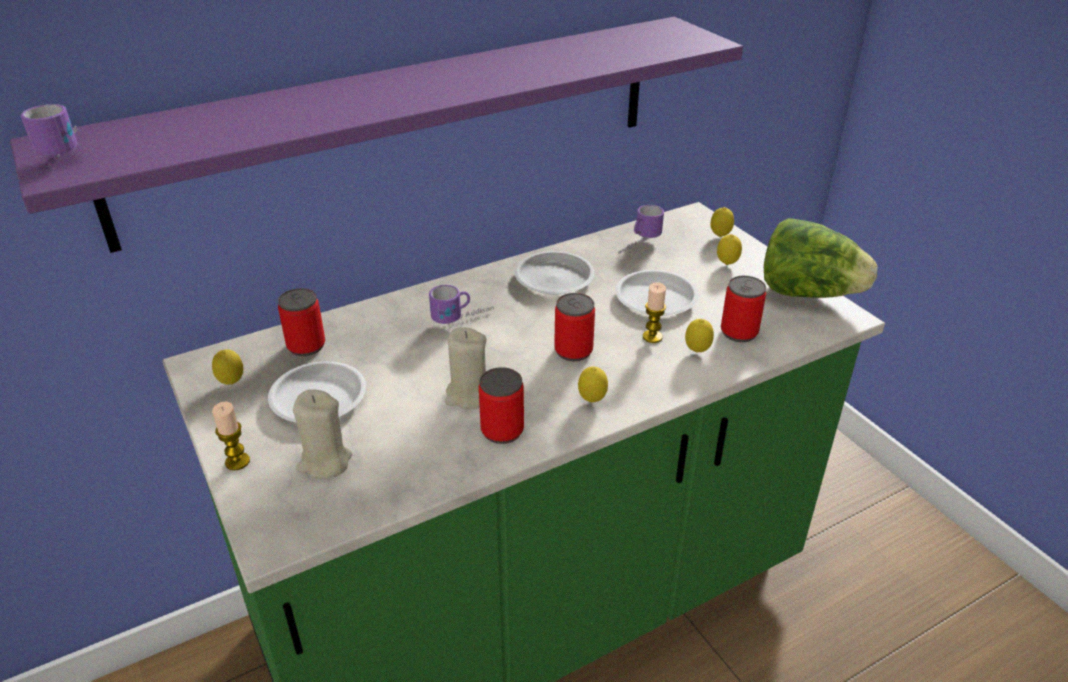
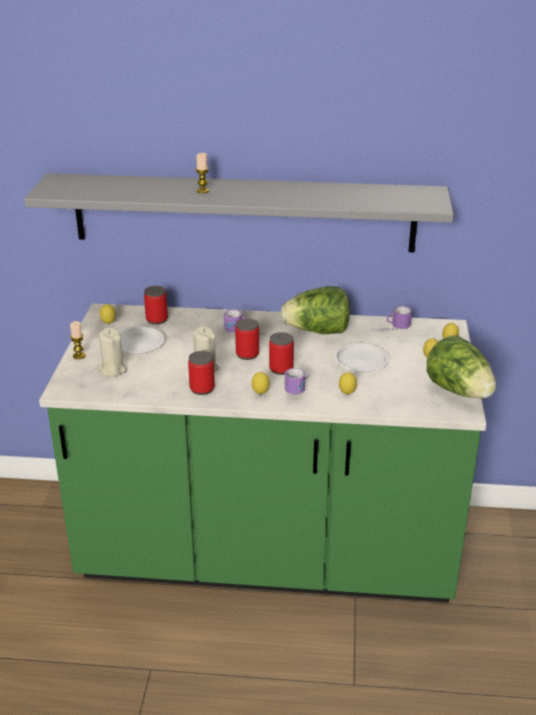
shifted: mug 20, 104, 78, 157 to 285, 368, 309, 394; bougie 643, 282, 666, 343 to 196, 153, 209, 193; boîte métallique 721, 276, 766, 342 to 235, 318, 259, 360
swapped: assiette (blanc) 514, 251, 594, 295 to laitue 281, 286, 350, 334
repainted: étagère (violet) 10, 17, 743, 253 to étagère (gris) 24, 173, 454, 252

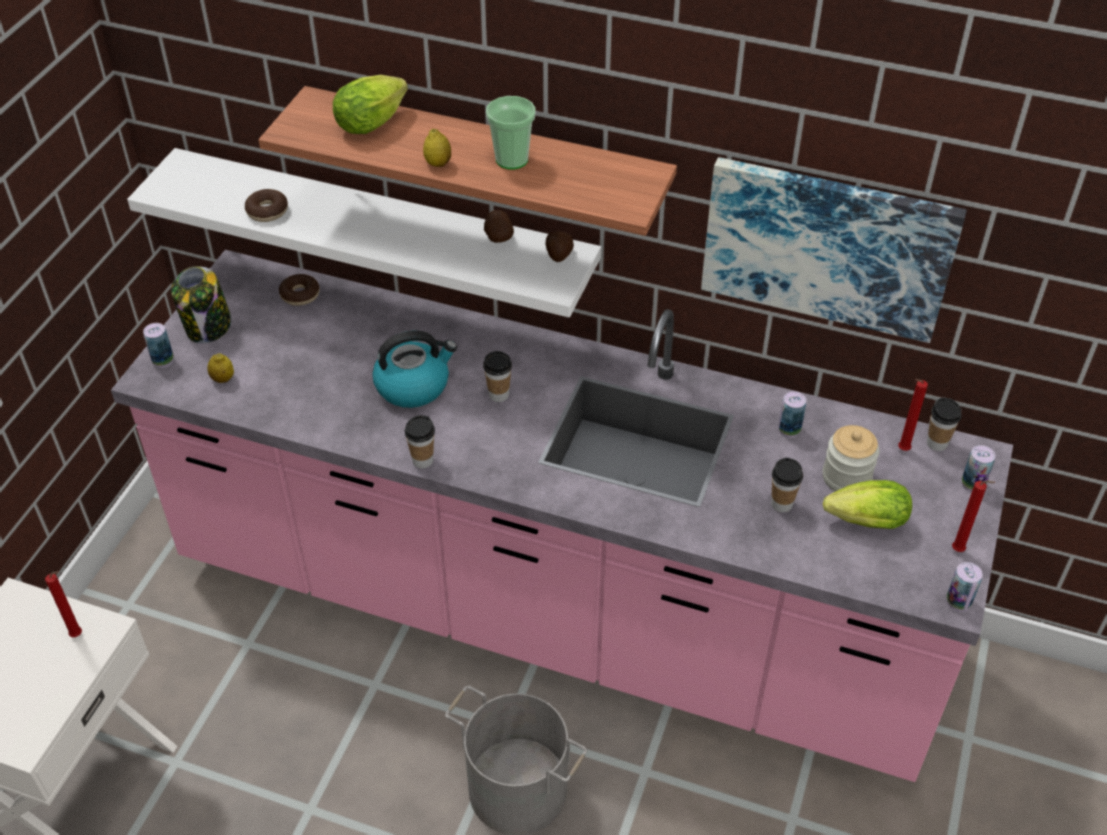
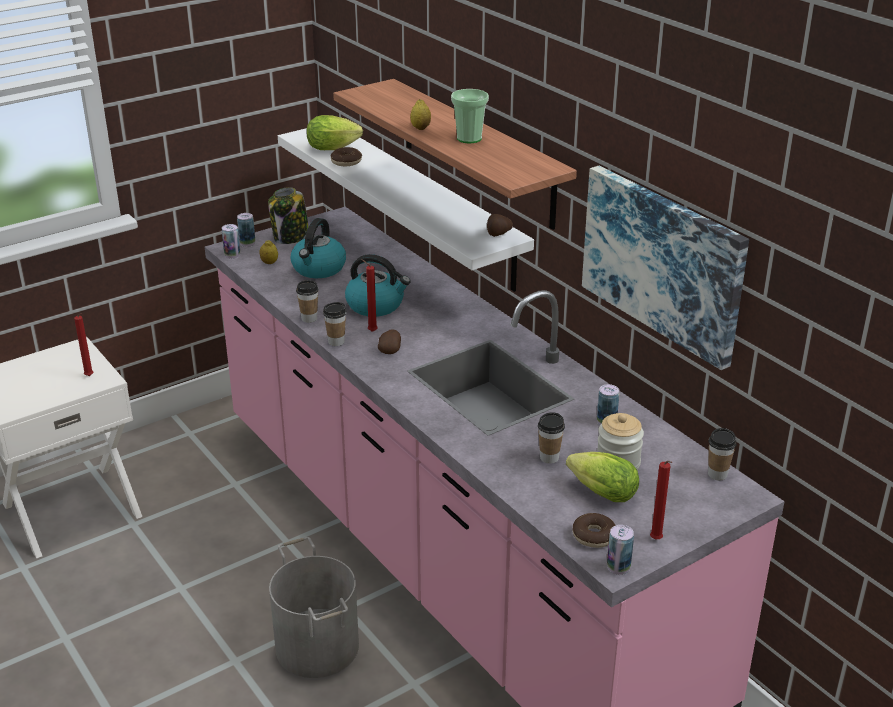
new: bouilloire 291, 218, 346, 278
shifted: beignet 279, 274, 320, 306 to 572, 513, 616, 548; laitue 333, 75, 408, 134 to 306, 115, 363, 150; tasse 483, 351, 512, 402 to 296, 280, 319, 323; pomme de terre 484, 210, 514, 243 to 378, 329, 401, 354; bougie (rouge) 898, 379, 928, 451 to 361, 259, 378, 332; boîte métallique 962, 445, 995, 493 to 222, 224, 240, 259

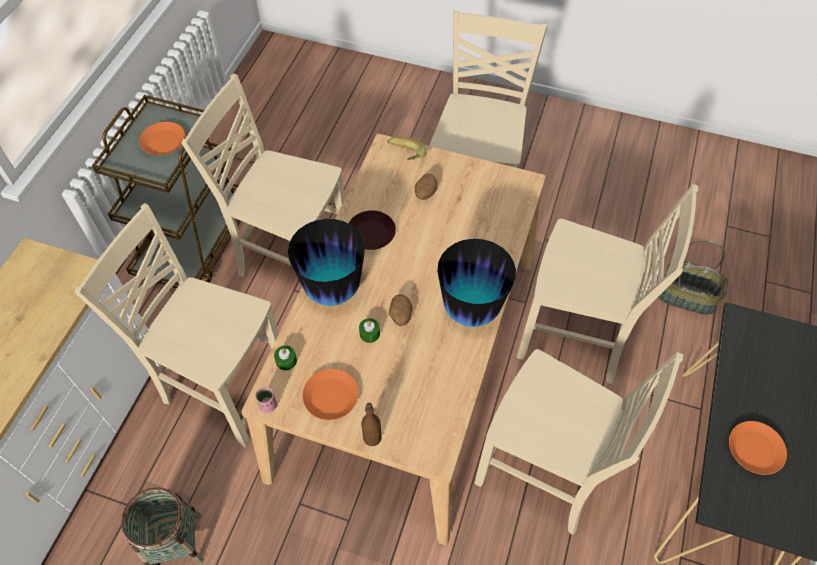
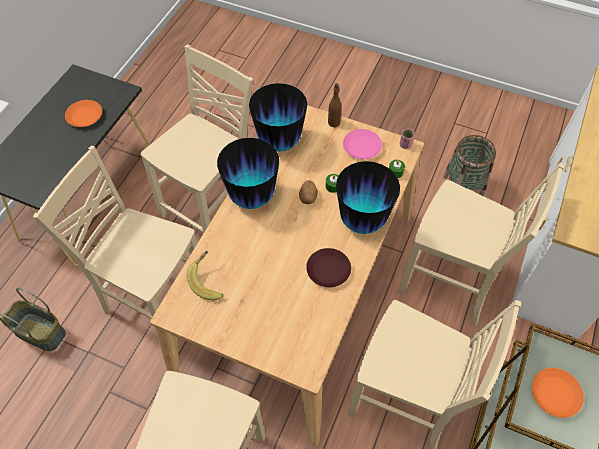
gone: pomme de terre 415, 173, 438, 200
new: vase 249, 83, 307, 152
shifted: banane 388, 137, 427, 160 to 187, 251, 223, 300
repainted: assiette (orange) 302, 369, 359, 420 to assiette (rose) 343, 129, 382, 159
rotated: chaise (beige) 475, 349, 683, 535 = 140, 45, 253, 234 90 degrees clockwise

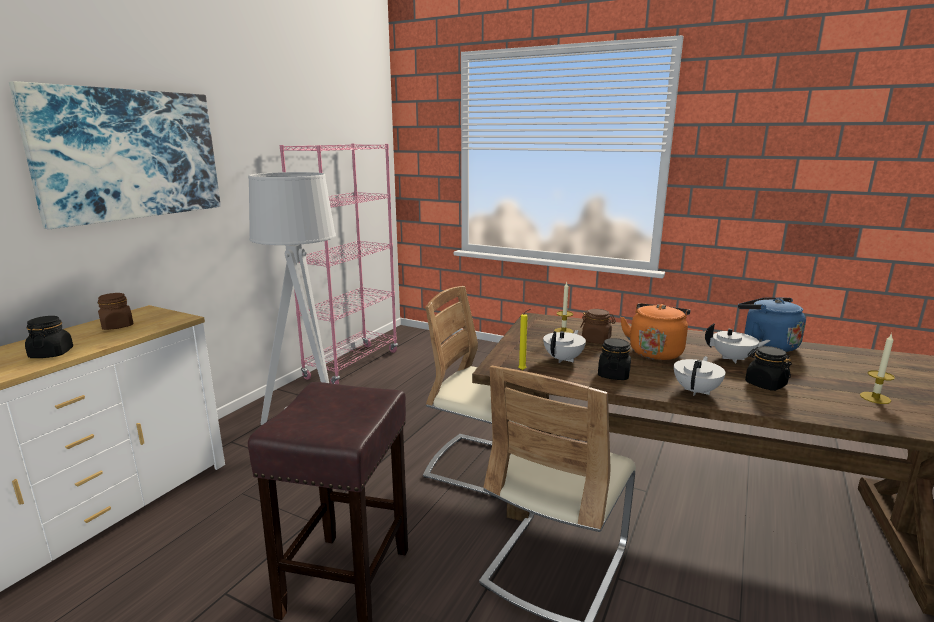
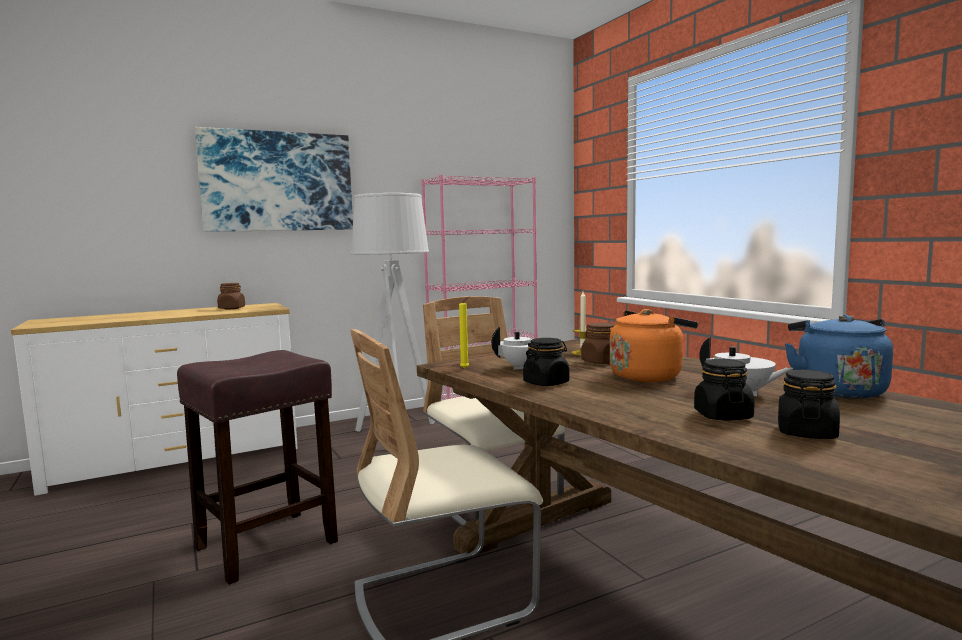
gone: théière (blanc) 674, 356, 726, 396; bougie 860, 333, 895, 404
shifted: bocal (noir) 25, 316, 73, 358 to 778, 370, 840, 439

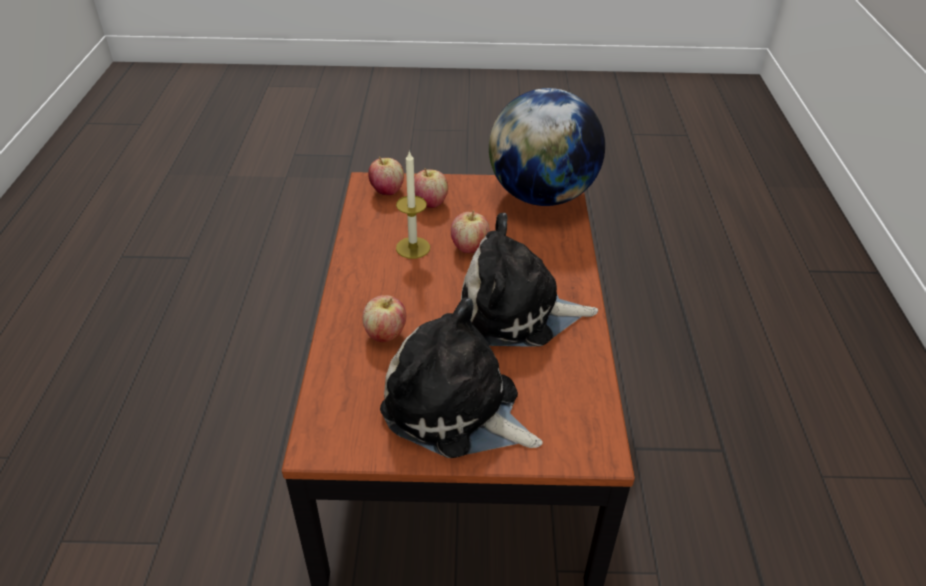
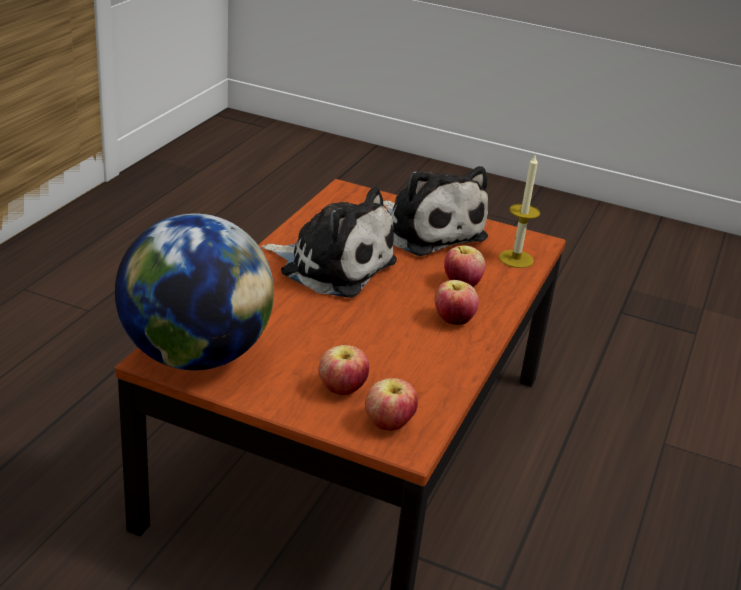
shifted: bougie 396, 151, 430, 259 to 499, 153, 540, 268; pomme 451, 210, 490, 253 to 434, 280, 479, 325

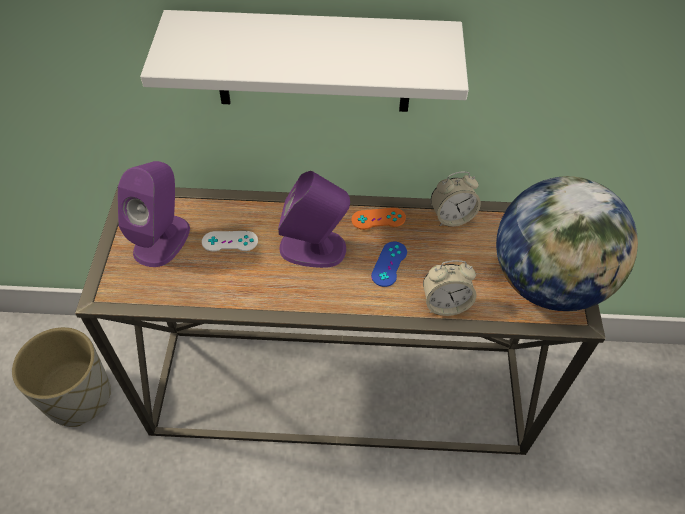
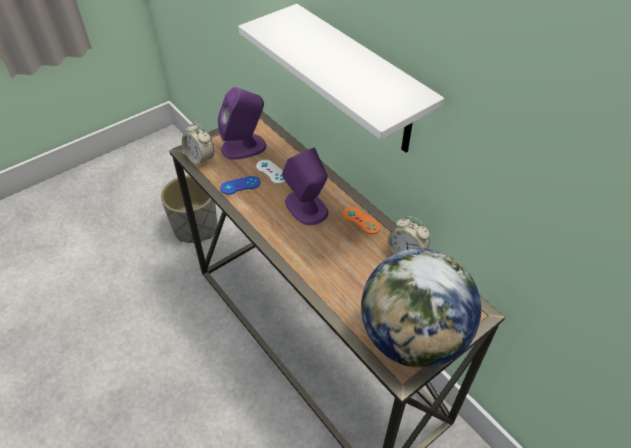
shifted: manette (bleu) 371, 242, 407, 287 to 220, 176, 261, 195; réveil 423, 260, 477, 316 to 182, 122, 214, 167

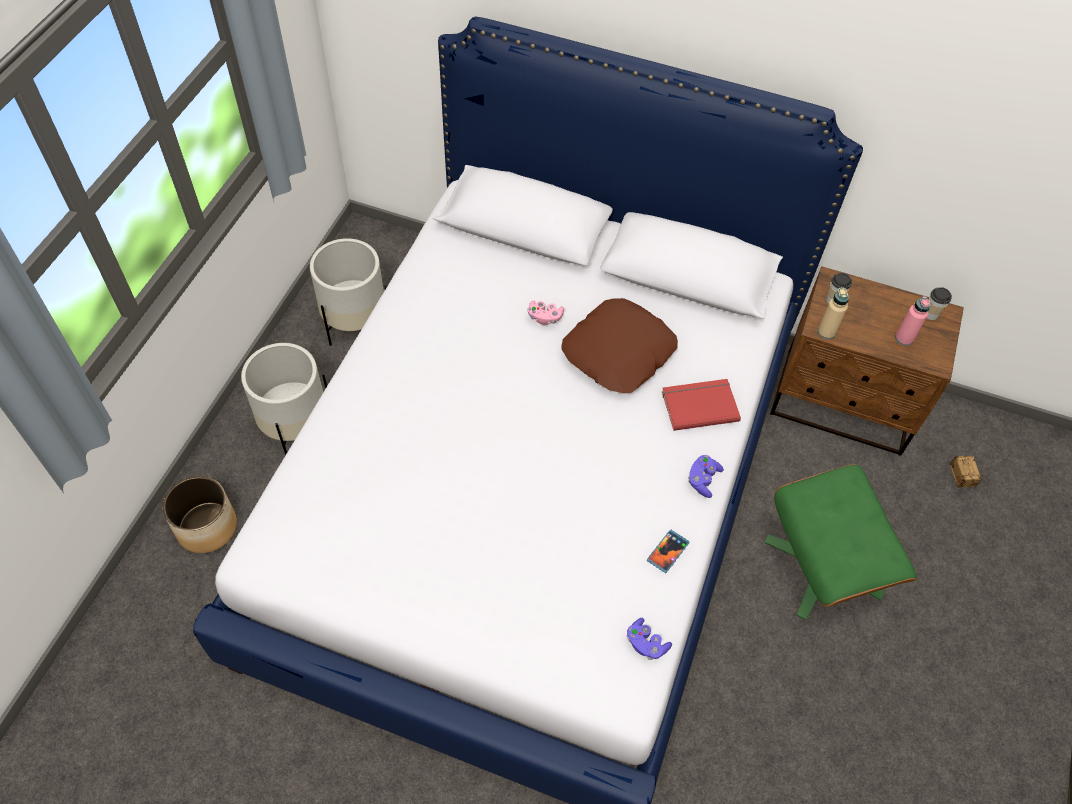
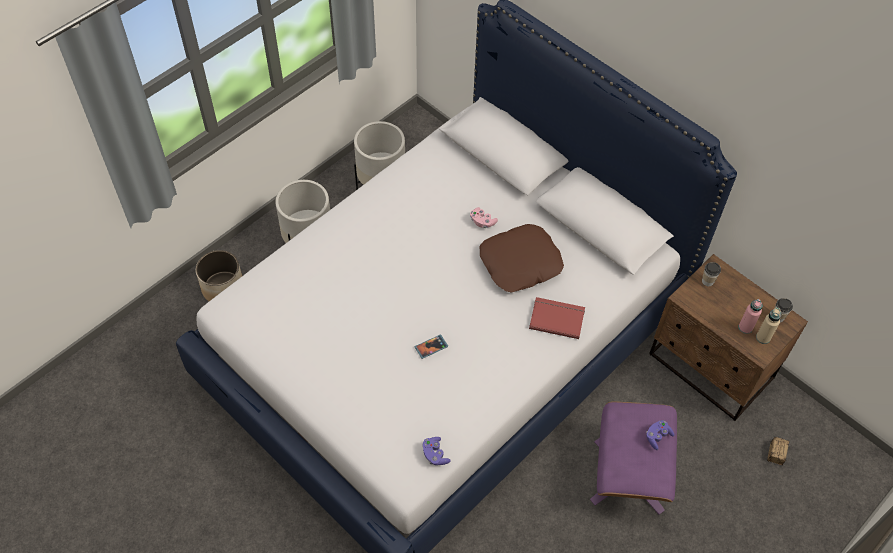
shifted: téléphone 647, 530, 689, 573 to 415, 335, 448, 359; manette (violet) 688, 455, 724, 498 to 646, 420, 674, 450; bouteille (beige) 818, 287, 849, 339 to 756, 307, 781, 344
repainted: pouf (vert) 765, 464, 917, 620 to pouf (violet) 590, 401, 677, 515

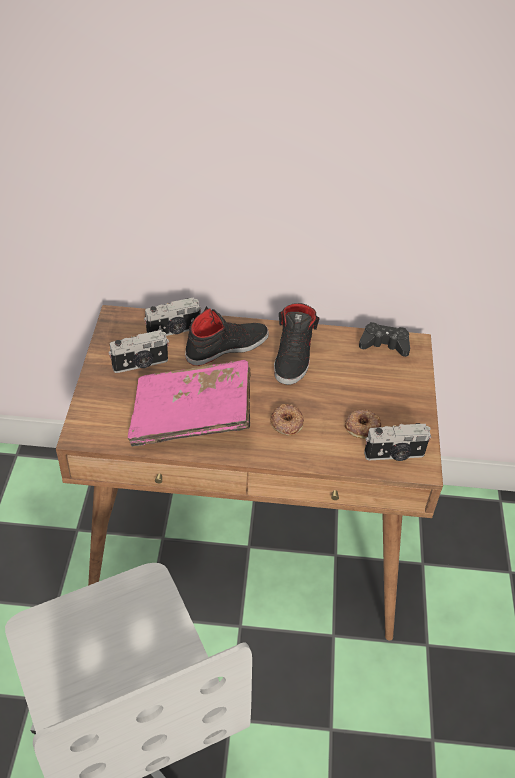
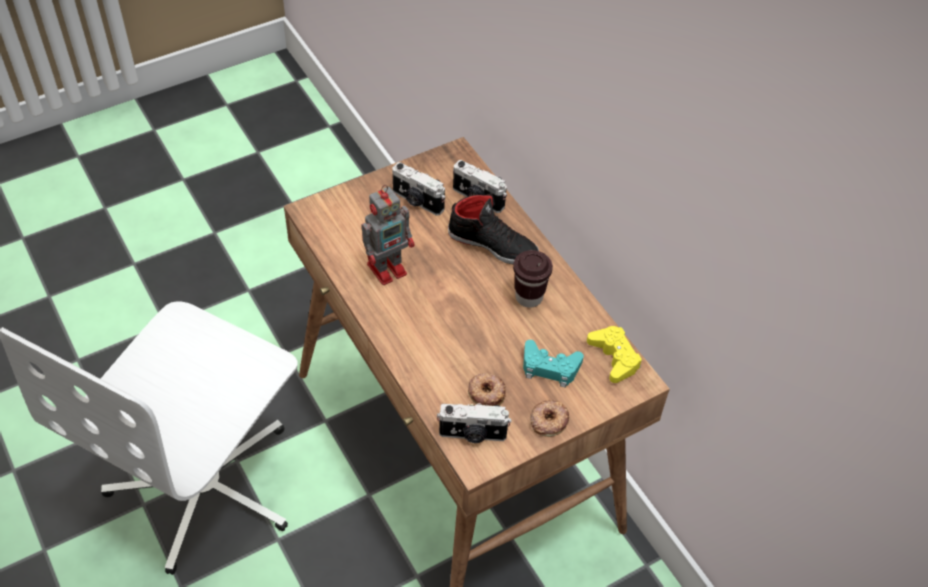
new: manette (turquoise) 523, 340, 584, 388
shifted: beignet 270, 404, 304, 436 to 530, 400, 569, 437
swapped: livre (rose) 128, 360, 251, 447 to robot jouet 361, 185, 414, 285; chaussure (noir) 274, 303, 320, 385 to tasse (marron) 513, 250, 553, 307
repainted: manette (noir) 359, 322, 410, 357 to manette (jaune) 587, 326, 642, 383
rotated: appareil photo 364, 423, 431, 461 = 437, 403, 511, 443 45 degrees counterclockwise

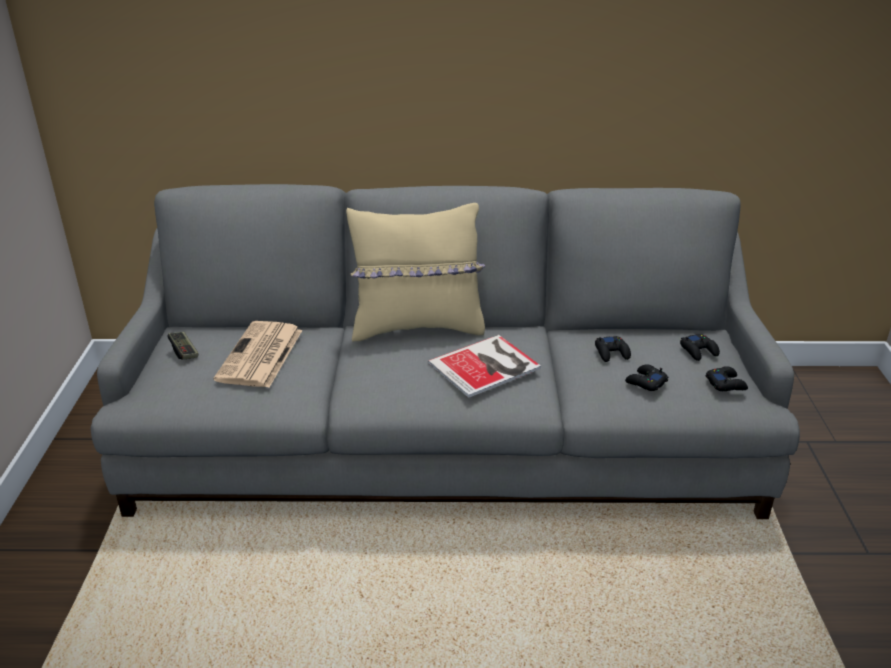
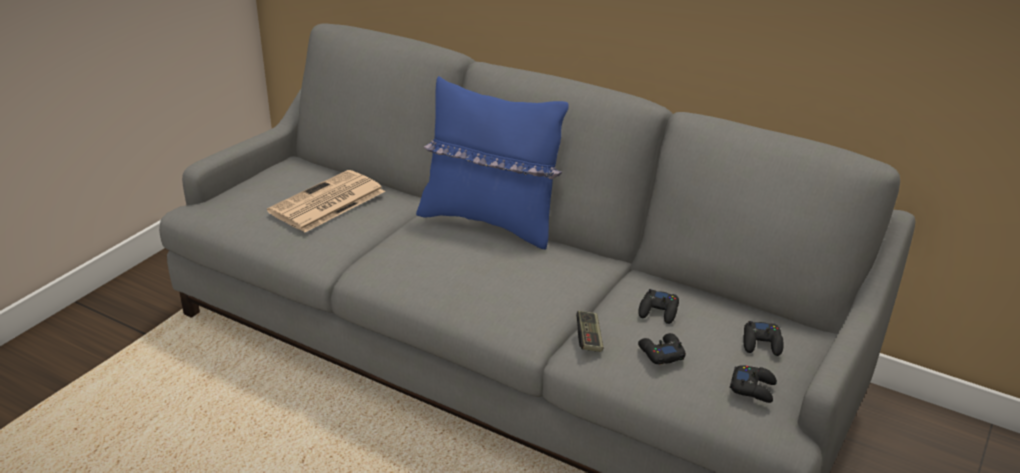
gone: livre 428, 335, 541, 398
shifted: manette 167, 332, 198, 359 to 576, 311, 603, 352
repainted: coussin (beige) 346, 203, 485, 342 to coussin (bleu) 416, 76, 569, 250

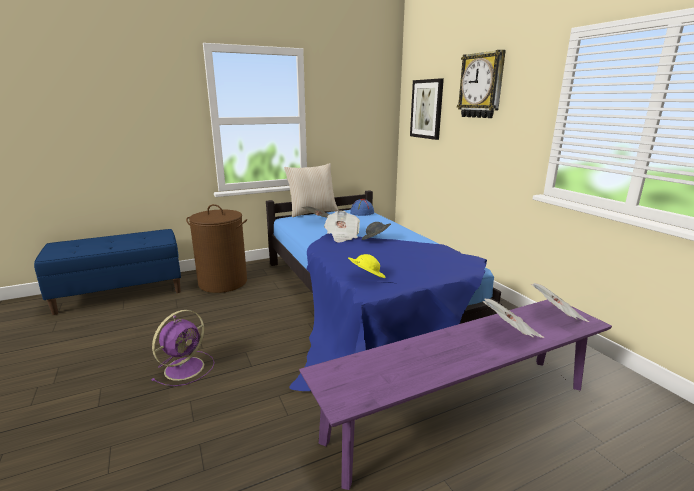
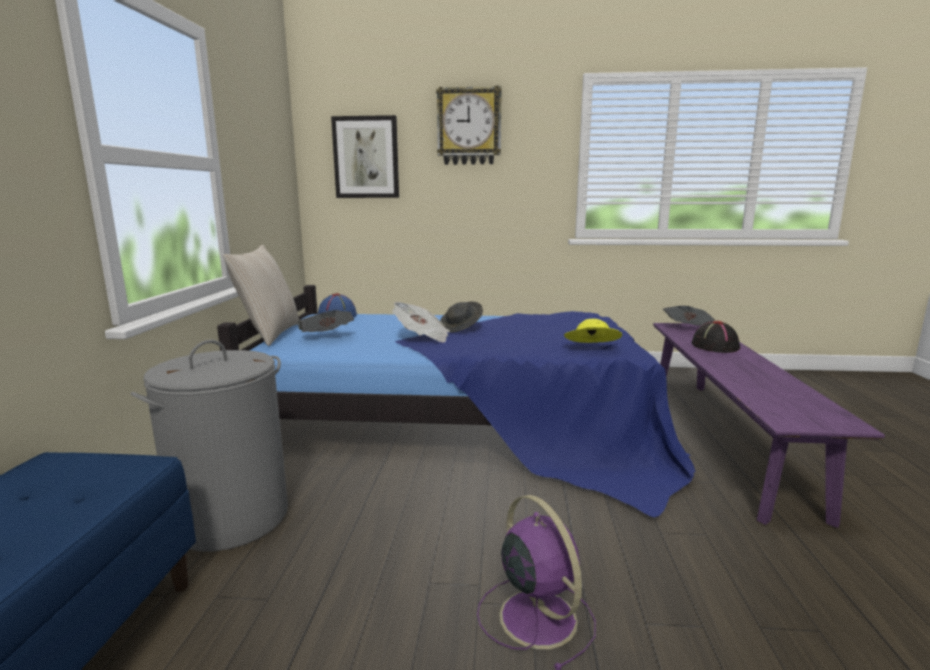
swapped: journal 482, 299, 544, 338 to chapeau (noir) 692, 321, 740, 353
repainted: panier à linge (marron) 186, 204, 247, 293 to panier à linge (gris) 131, 340, 288, 551

